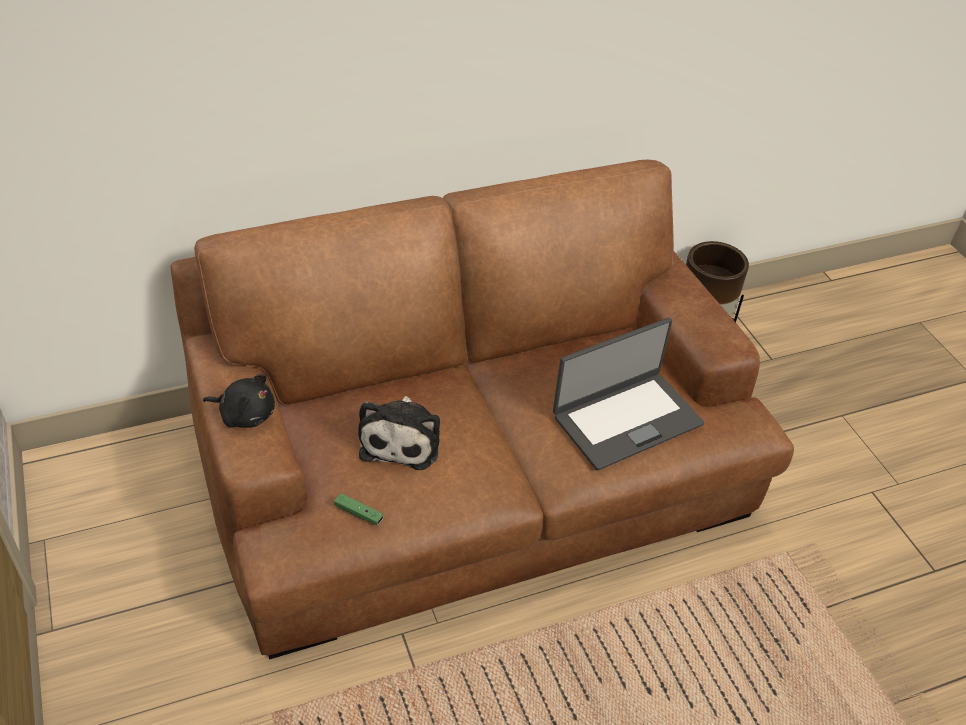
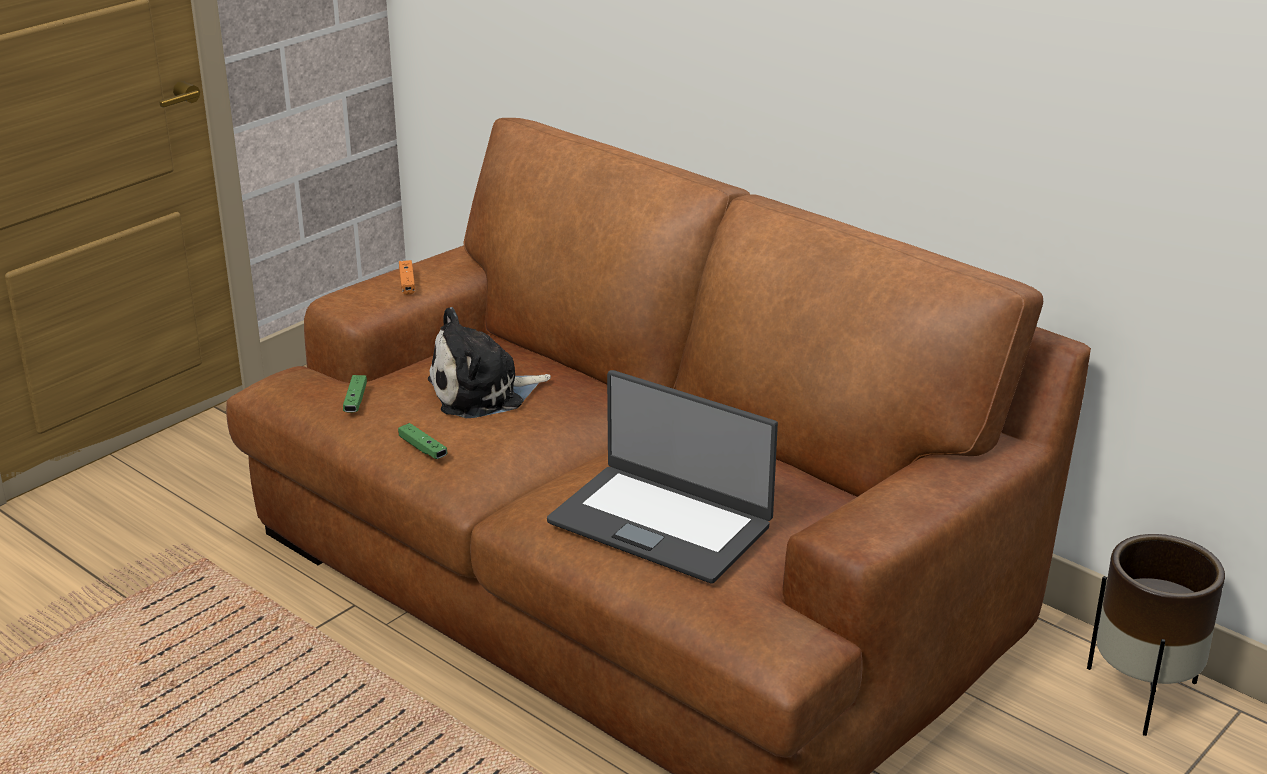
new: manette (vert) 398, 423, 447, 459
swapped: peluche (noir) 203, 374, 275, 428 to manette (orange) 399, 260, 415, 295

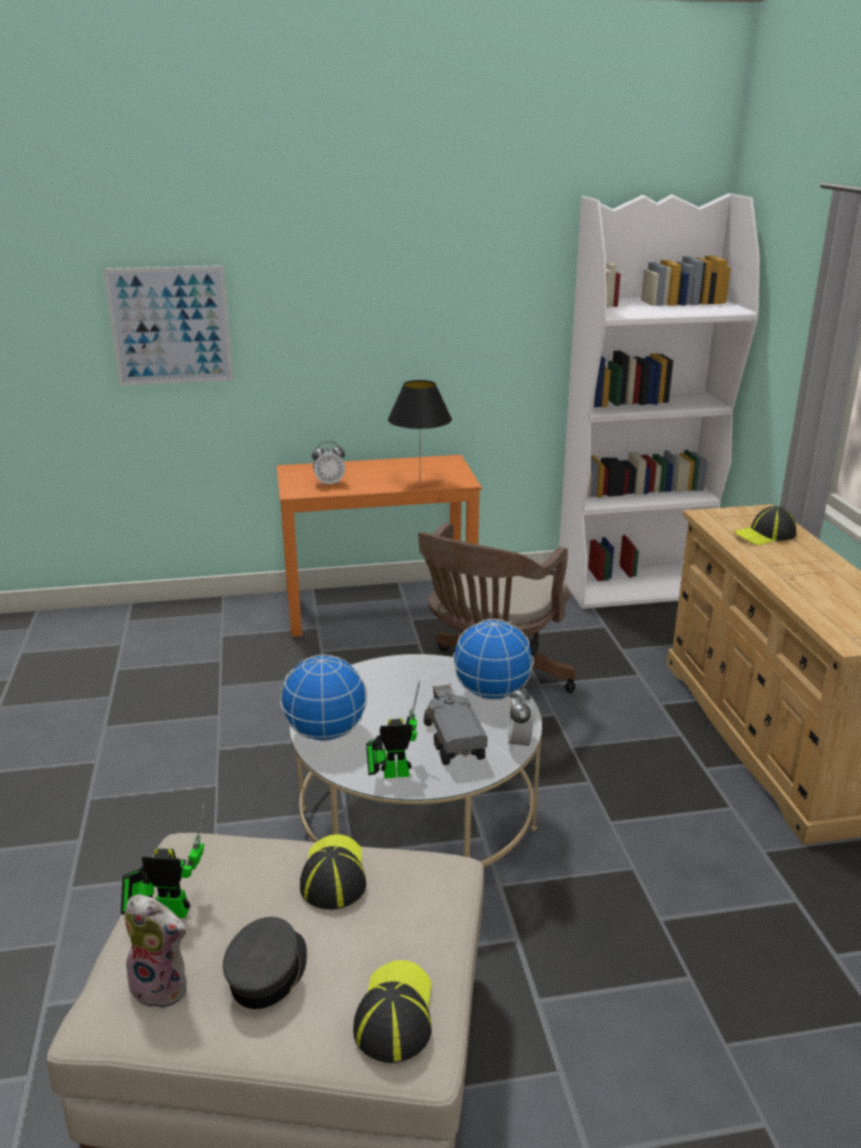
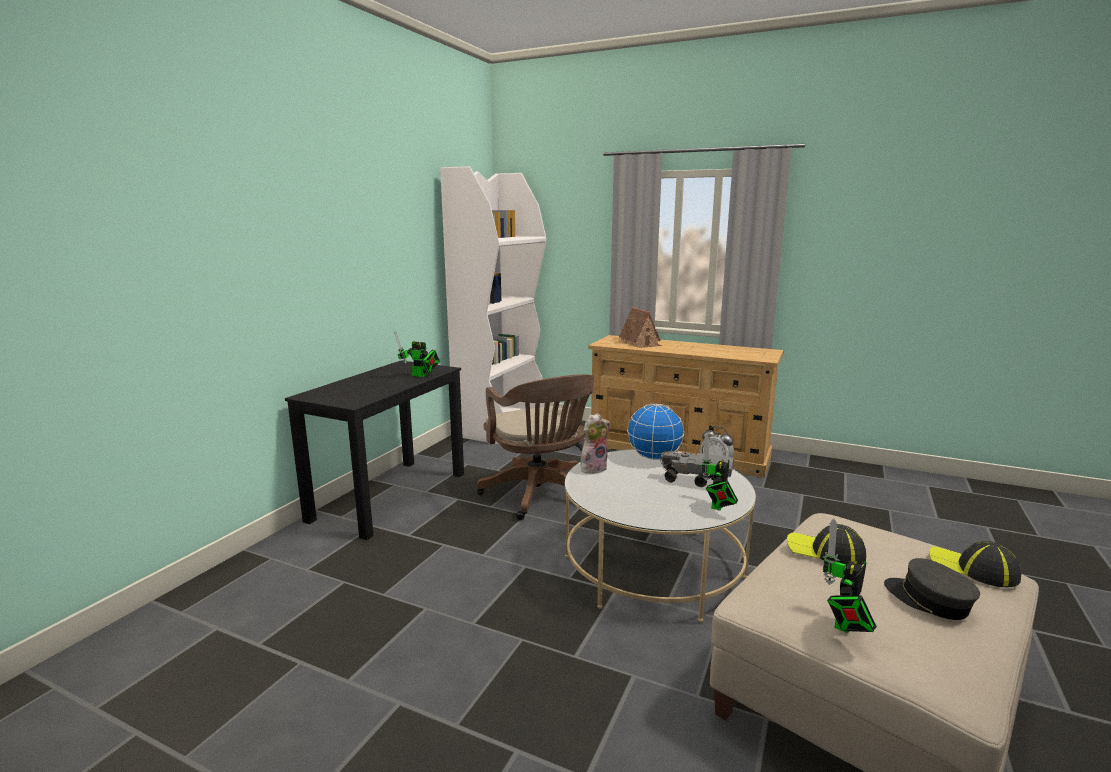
gone: tableau 103, 266, 234, 386; globe 280, 654, 367, 742; réveil 312, 441, 345, 486
shifted: peluche 124, 894, 187, 1009 to 580, 413, 610, 474
swapped: lampe de table (noir) 388, 380, 452, 483 to robot jouet 394, 330, 440, 377; casquette 734, 506, 797, 546 to maison miniature 619, 307, 662, 348
repainted: bureau (orange) 276, 455, 482, 637 to bureau (noir) 285, 361, 464, 540

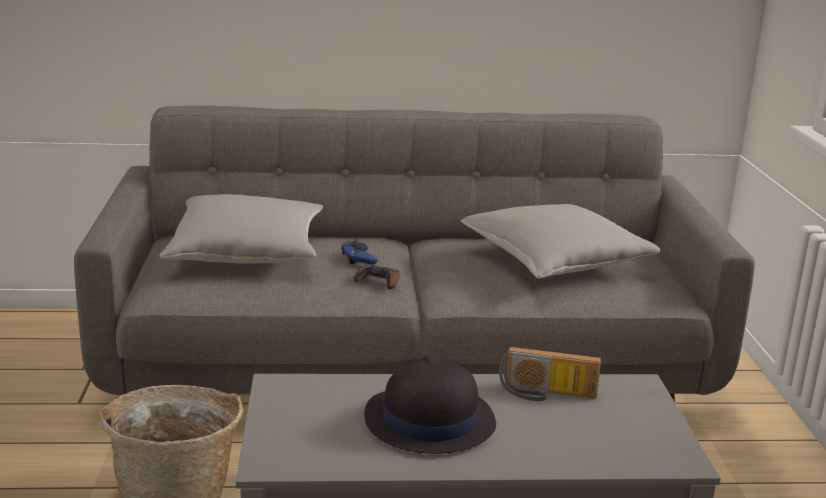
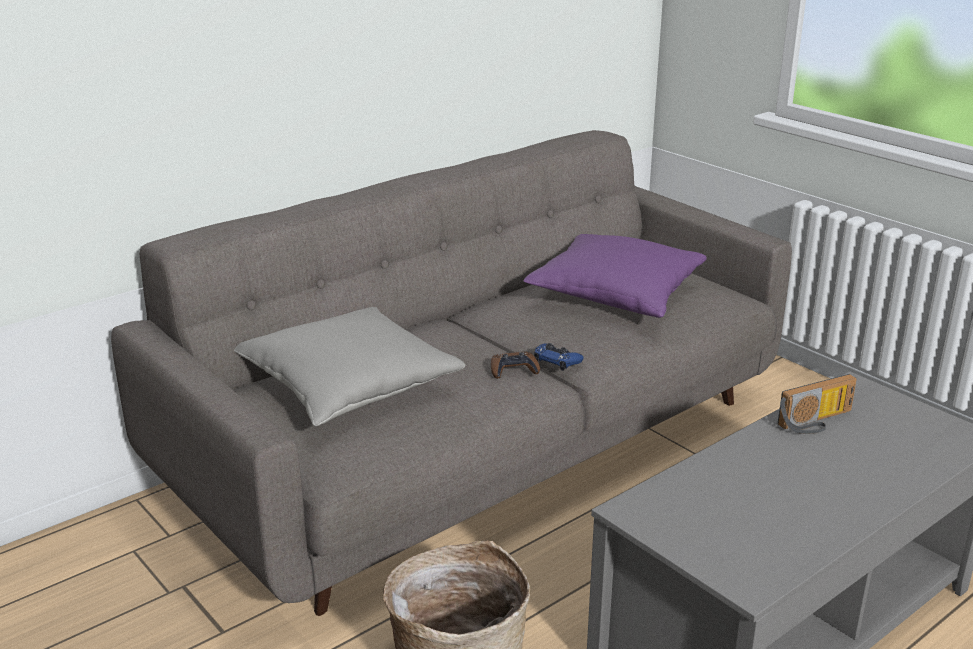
gone: chapeau (noir) 364, 355, 496, 454
shifted: manette (bleu) 341, 240, 378, 265 to 534, 343, 584, 371
repainted: coussin (gris) 461, 204, 660, 279 to coussin (violet) 523, 234, 707, 318

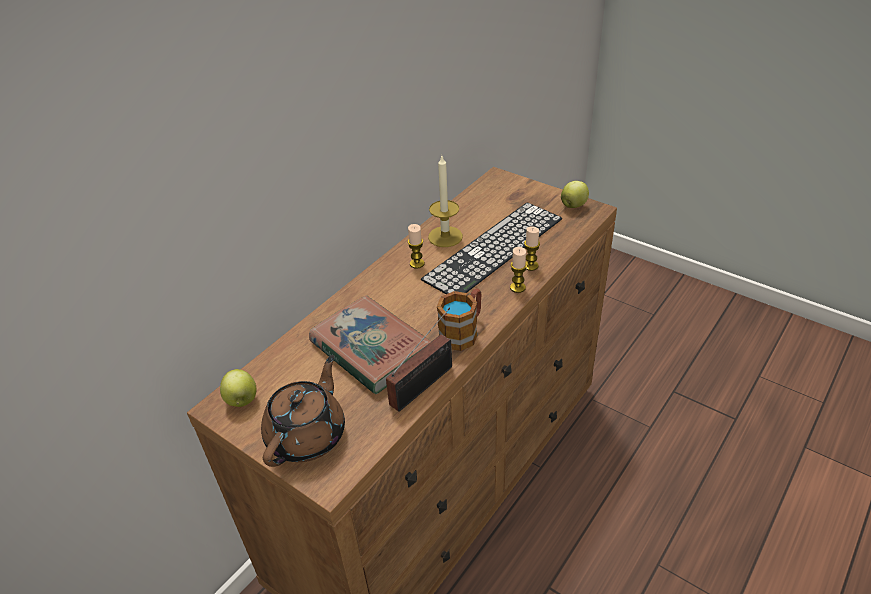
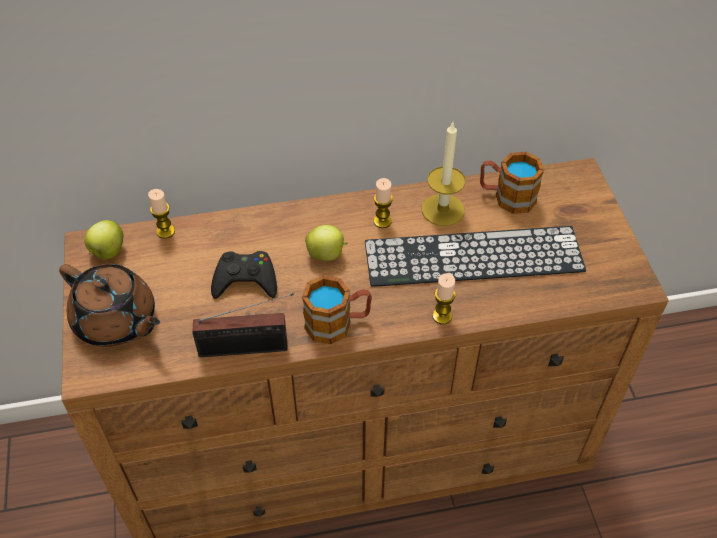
new: mug 480, 152, 544, 214
shifted: bougie 524, 226, 540, 271 to 148, 189, 175, 239; pomme 561, 181, 589, 208 to 305, 225, 348, 261
swapped: livre 309, 295, 432, 394 to manette (noir) 211, 251, 277, 299
rotated: théière (marron) 261, 355, 345, 467 = 59, 264, 160, 347 60 degrees clockwise

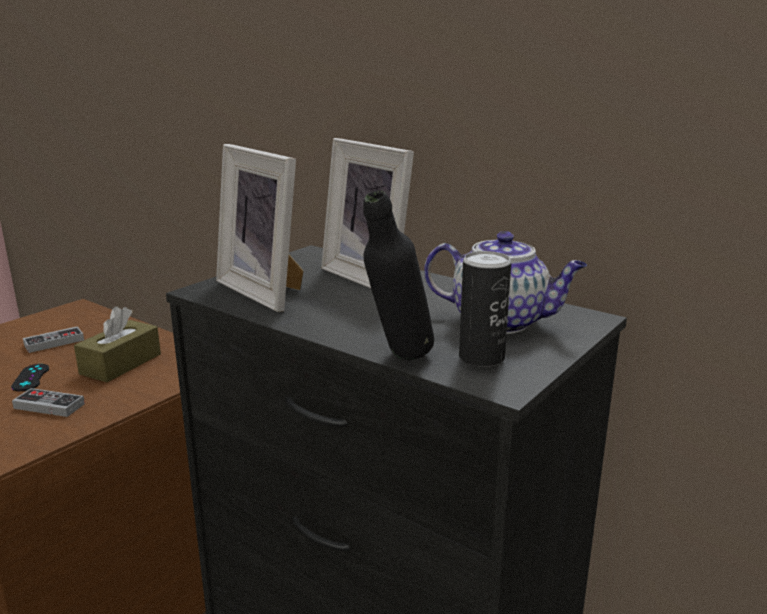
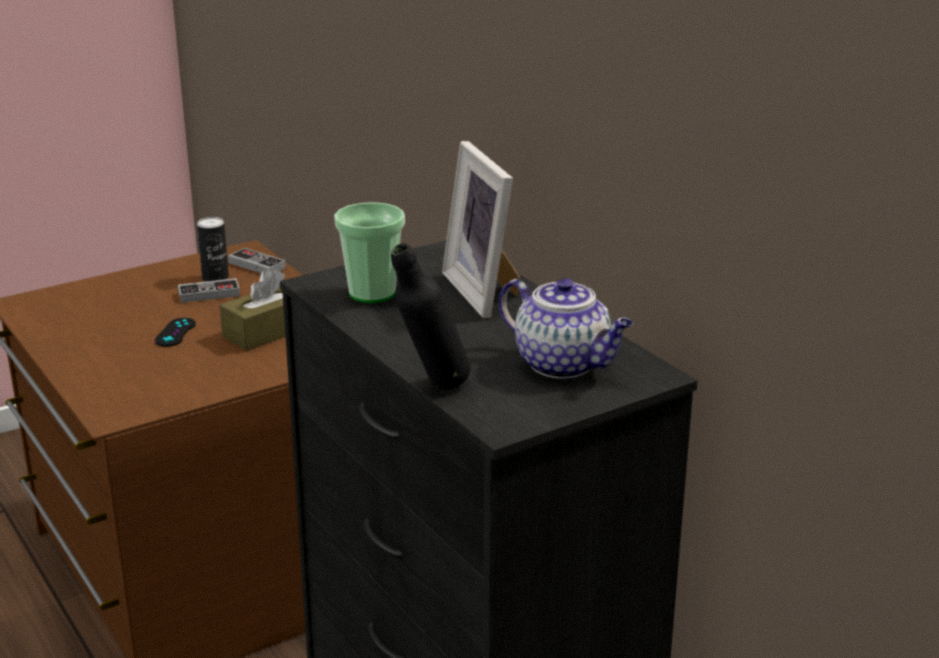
shifted: manette 12, 388, 85, 417 to 228, 248, 286, 273; boîte métallique 459, 251, 511, 367 to 197, 217, 229, 282
swapped: cadre photo 216, 144, 304, 312 to tasse 334, 202, 405, 303

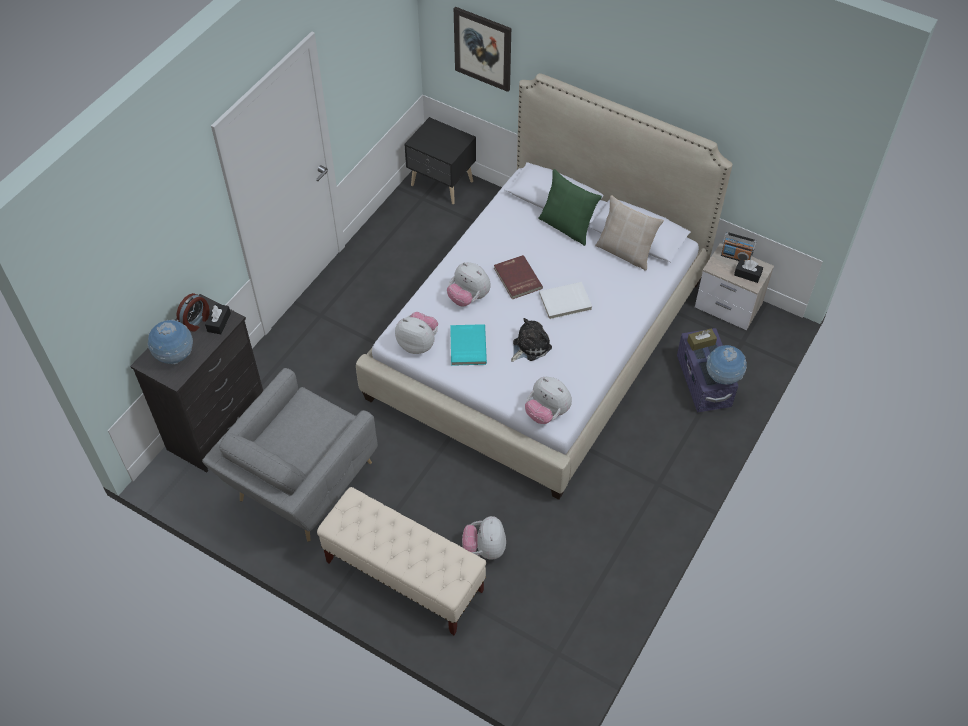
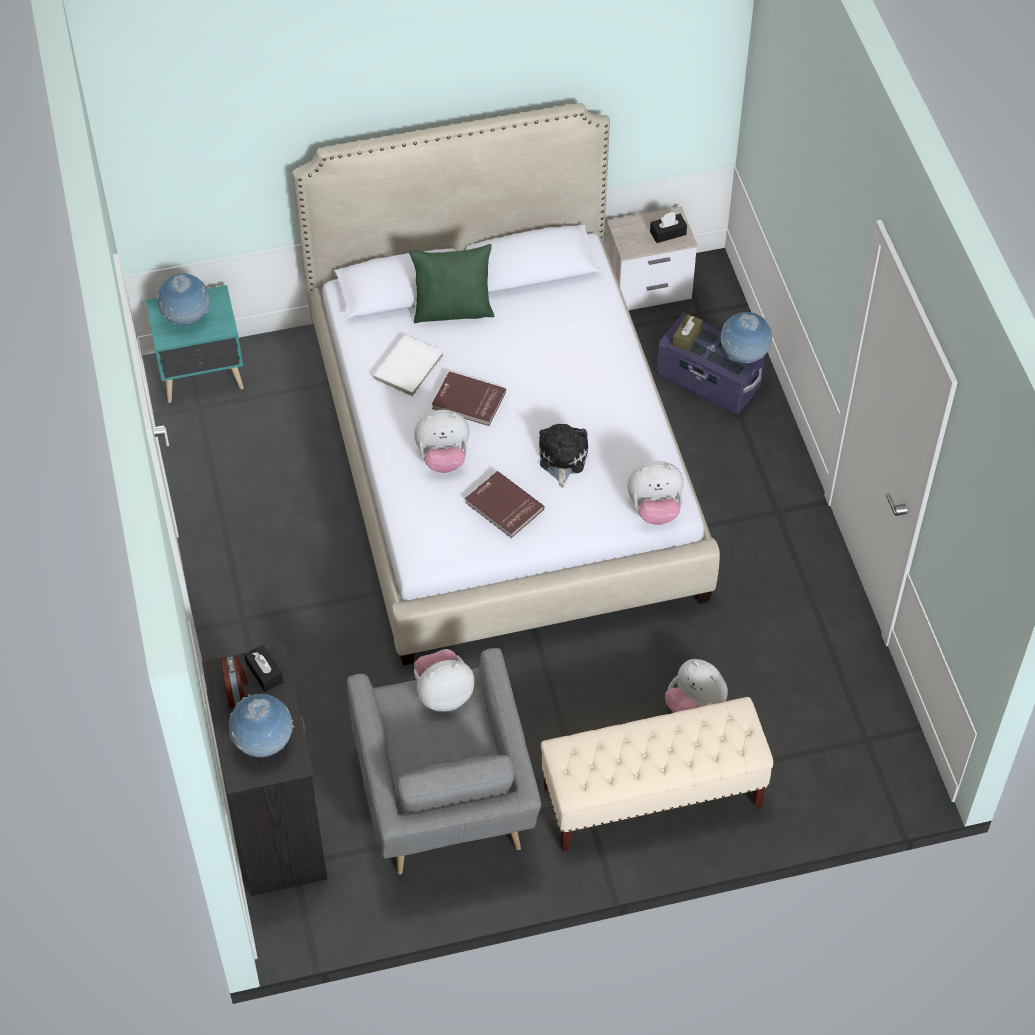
gone: tableau 454, 7, 511, 92; coussin (beige) 595, 195, 664, 271; radio 721, 232, 757, 261
new: globe 157, 274, 209, 325
shifted: peluche 395, 312, 438, 354 to 414, 649, 475, 712; livre (blanc) 539, 282, 592, 319 to 373, 335, 443, 397
repainted: table de chevet (noir) 404, 117, 476, 204 to table de chevet (turquoise) 146, 285, 244, 403; livre (turquoise) 450, 324, 487, 366 to livre (rouge) 465, 471, 545, 538

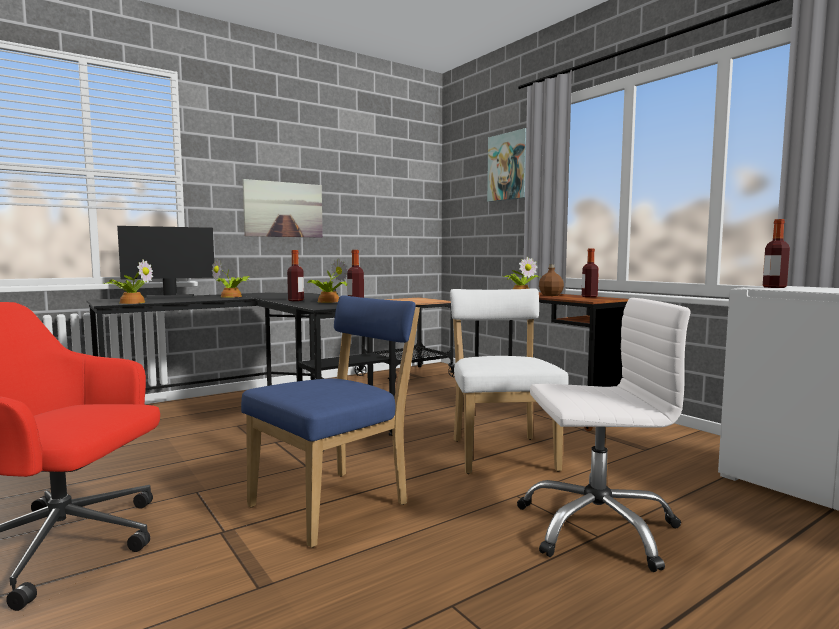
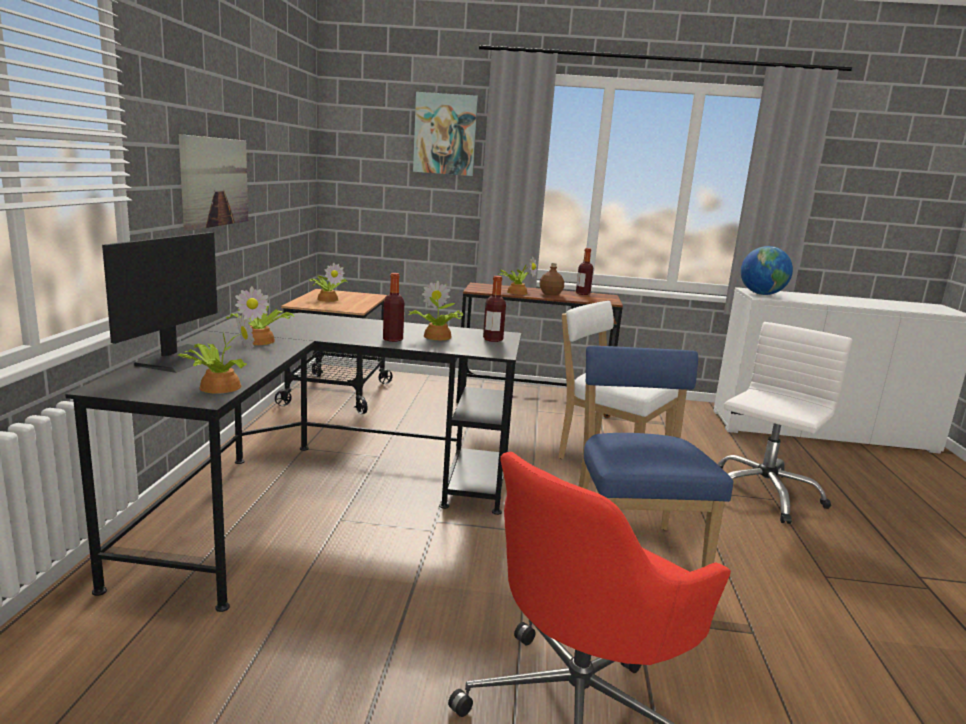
new: plante en pot 308, 262, 348, 302
swapped: bouteille 763, 219, 790, 288 to globe 741, 246, 793, 295

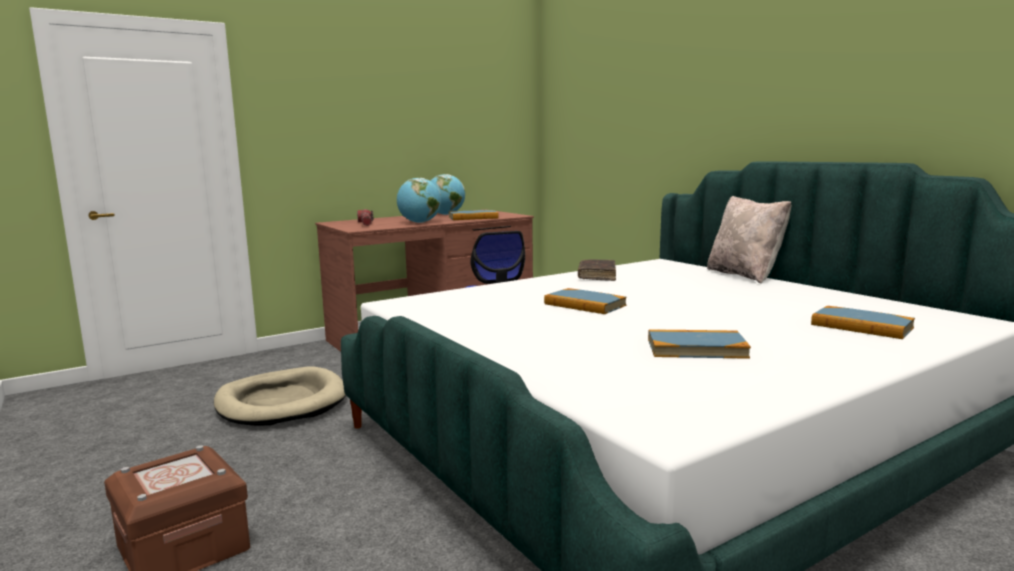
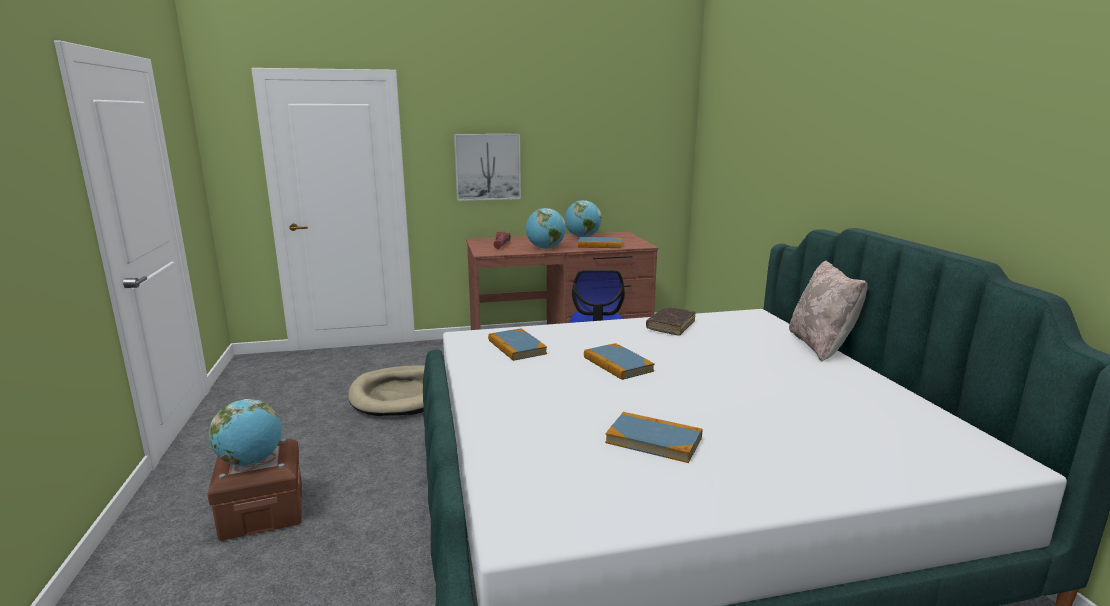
new: globe 209, 399, 282, 466; tableau 454, 134, 521, 201
shifted: livre 811, 306, 915, 339 to 488, 328, 547, 361

